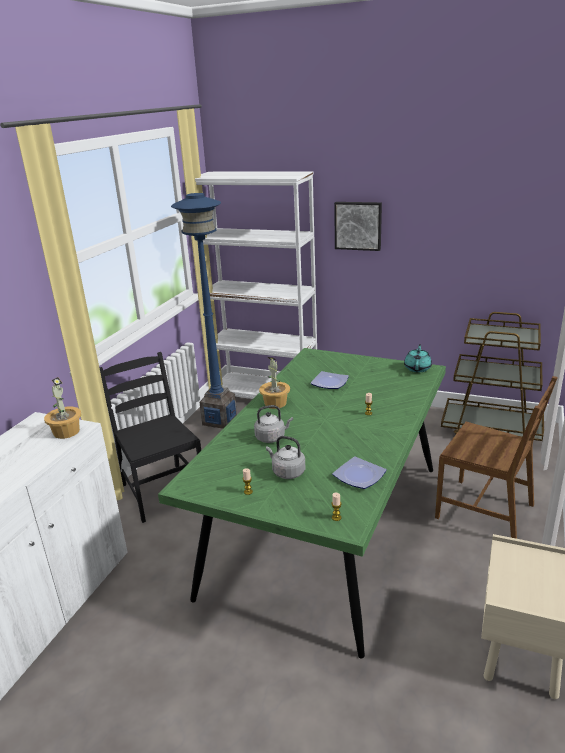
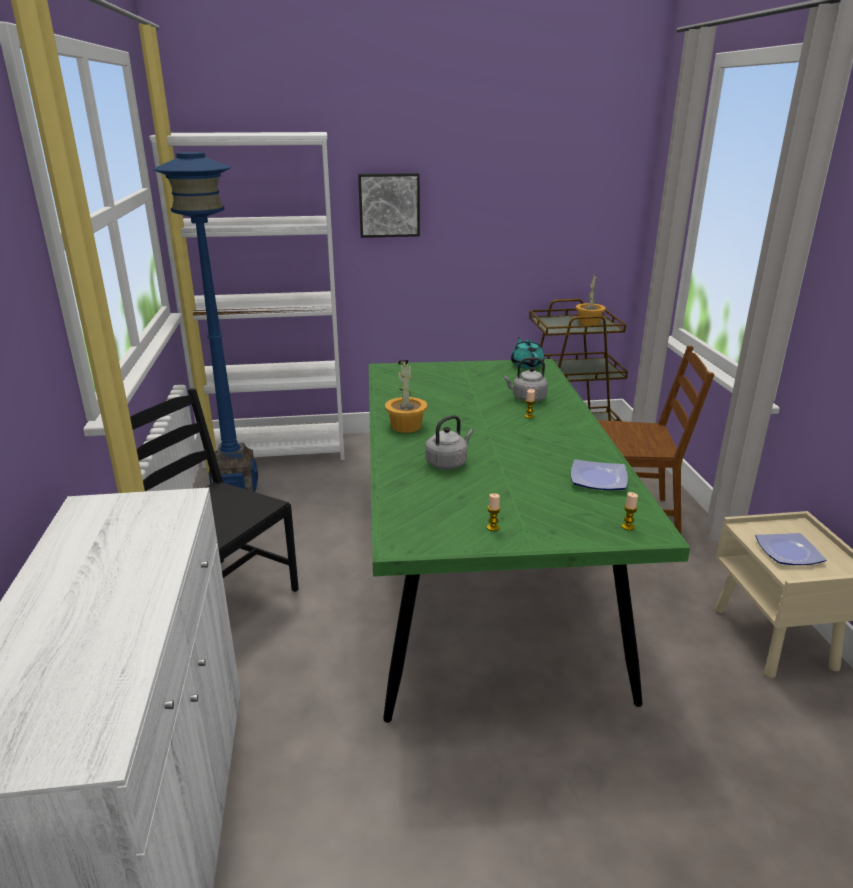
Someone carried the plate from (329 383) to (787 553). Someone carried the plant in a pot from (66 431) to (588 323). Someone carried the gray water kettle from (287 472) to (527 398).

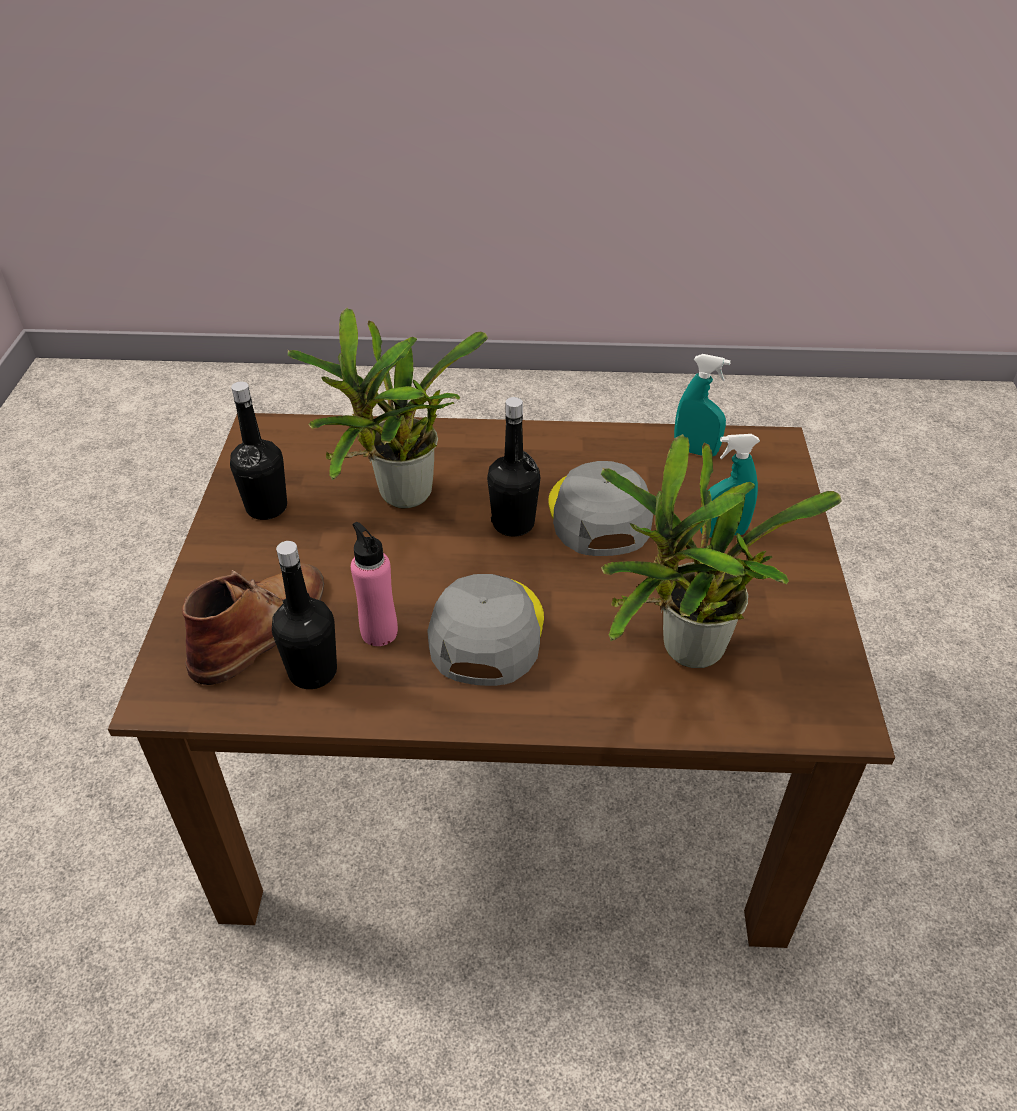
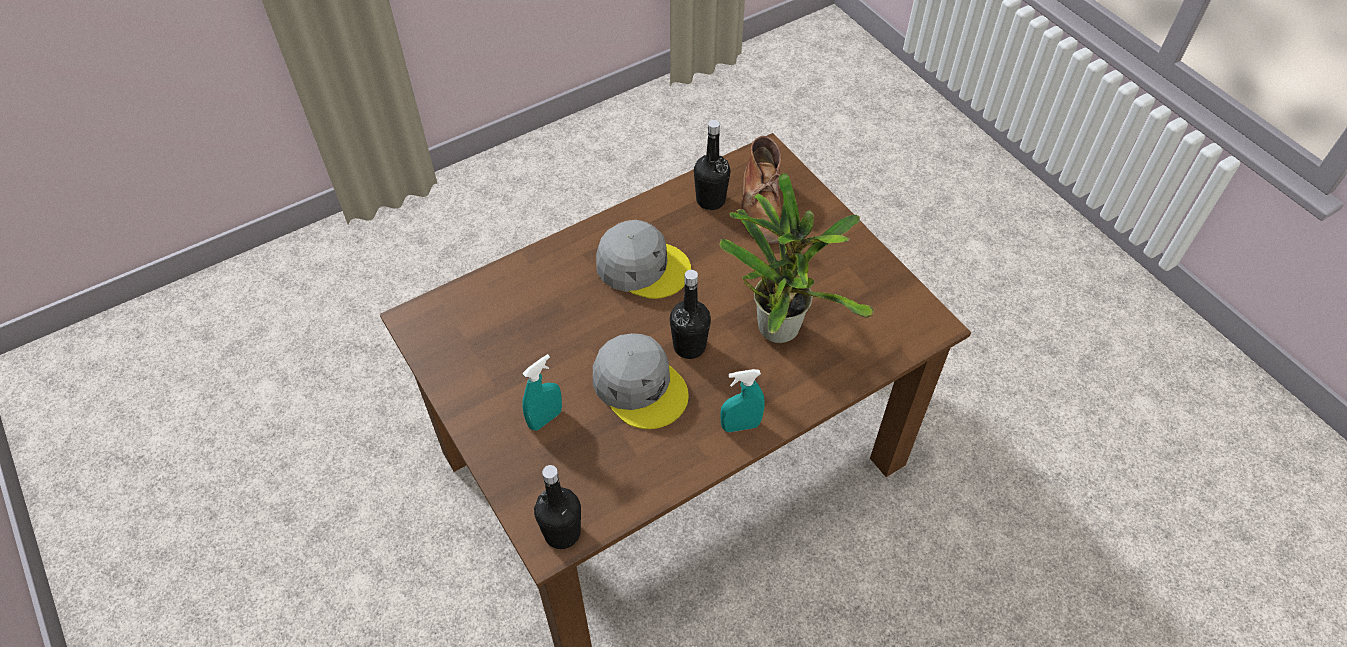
Someone carried the turquoise spray bottle from (695 451) to (740 426). Someone carried the black-coloured drink bottle from (266 507) to (562 533). Someone took away the plant in a pot at (684 652). Someone took away the pink-coloured drink bottle at (379 632). Someone rotated the gray peaked cap at (486 632) by 45 degrees counterclockwise.

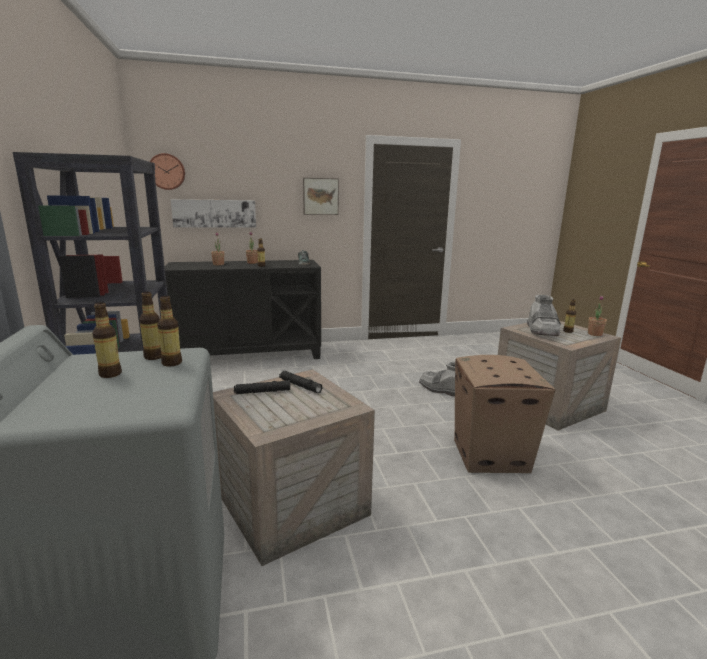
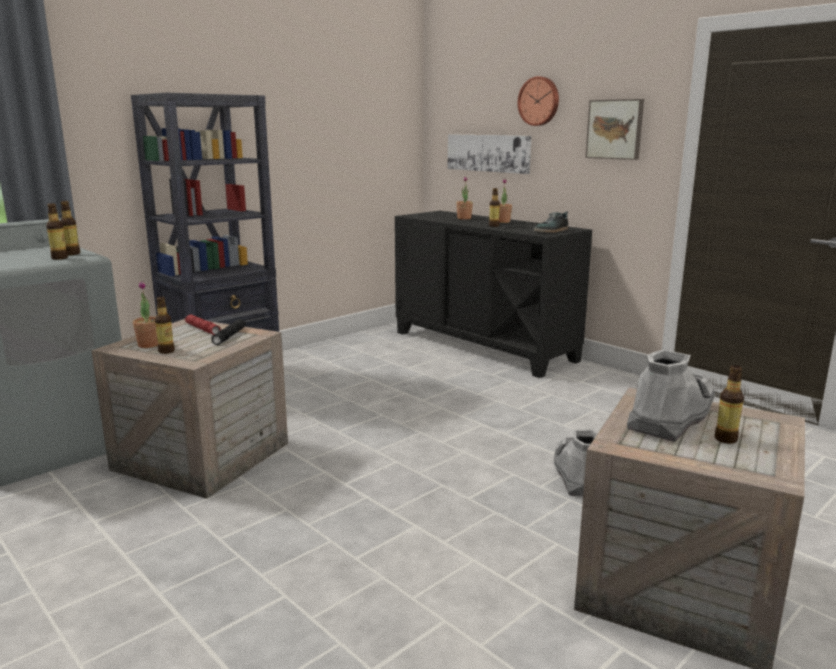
Someone carried the hanging clock from (167 171) to (539 101). Someone rotated the gray high-top boot at (542 331) by 150 degrees clockwise. Someone carried the plant in a pot from (595 334) to (149 345). Someone carried the drink bottle from (110 374) to (166 351). Someone took away the cardboard box at (491 456). Someone repainted the black-coloured flashlight at (262 392), which became the red-coloured flashlight at (202 329).

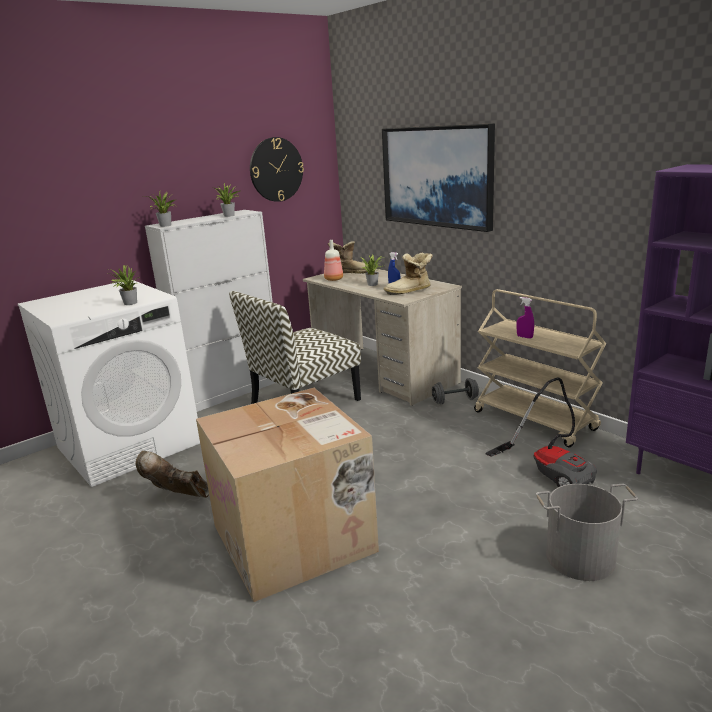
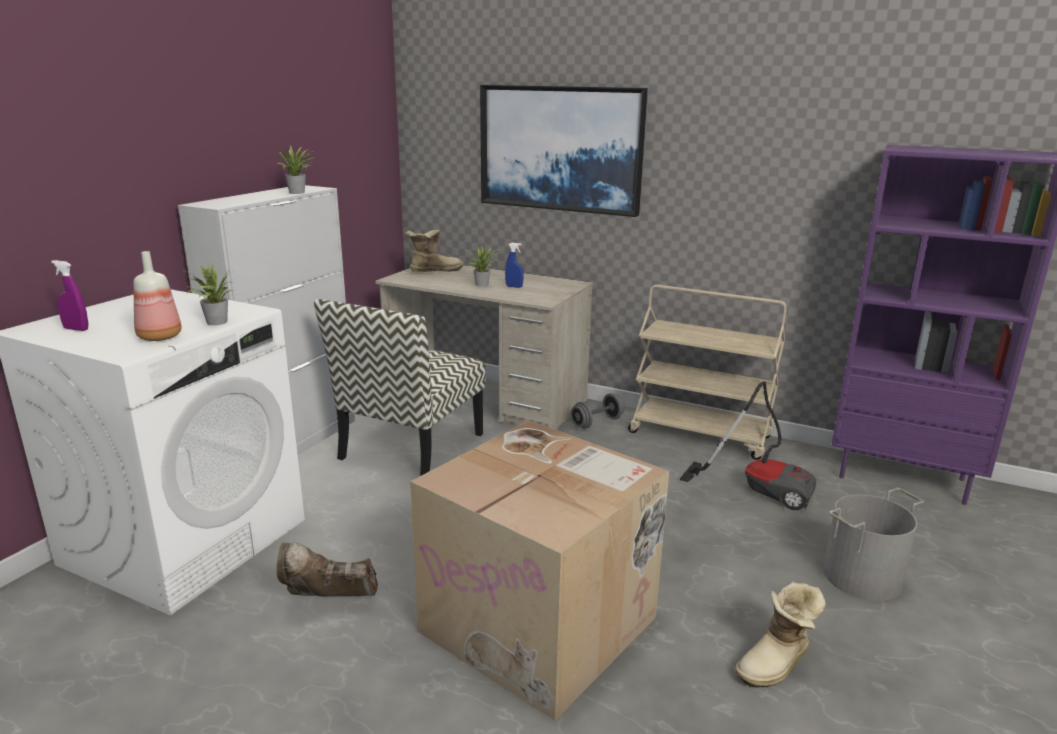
Someone took away the hanging clock at (276 169). Someone took away the plant in a pot at (166 225). Someone carried the drink bottle from (333 279) to (159 337). Someone carried the high-top boot from (410 291) to (777 664). Someone carried the purple-coloured spray bottle from (524 337) to (76 329).

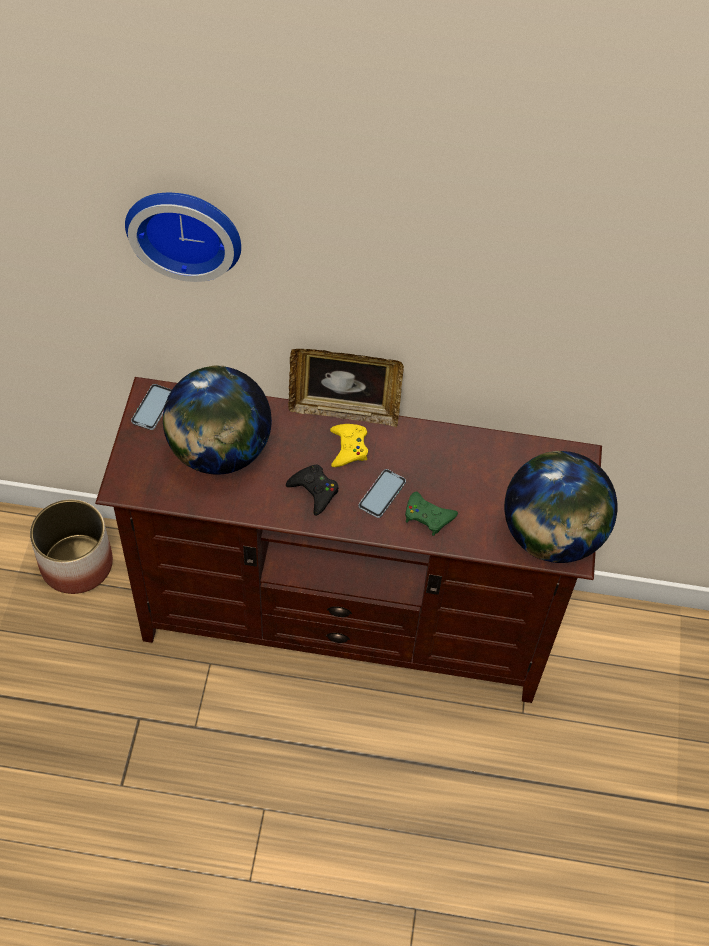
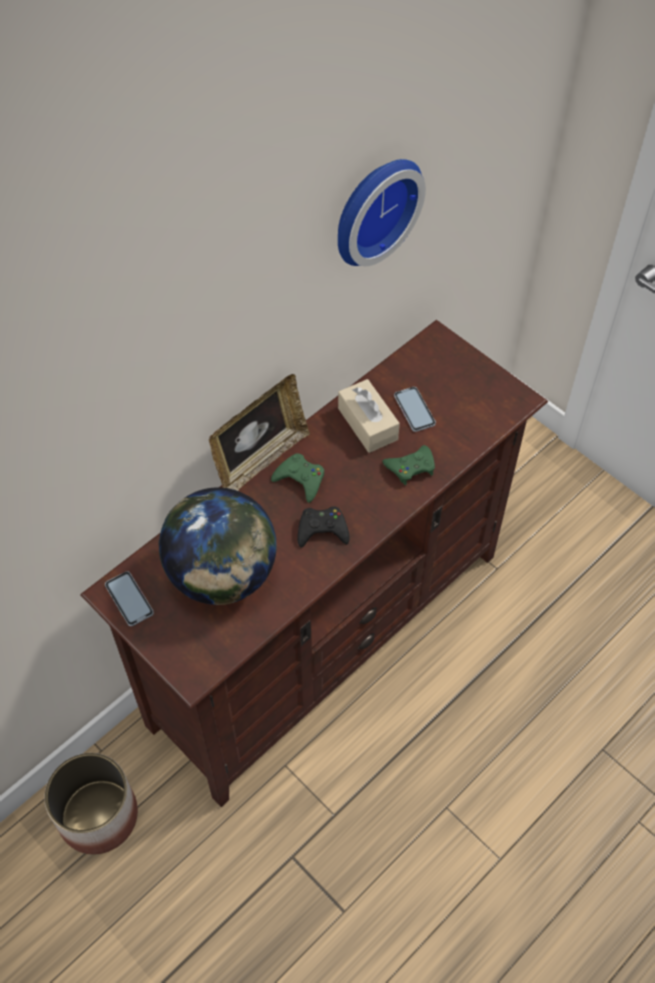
Someone carried the hanging clock from (185 229) to (372 208). Someone repainted the yellowish joypad at (348 448), which became the greenish joypad at (300 480). Someone took away the desk globe at (551 536). Someone carried the telephone from (382 494) to (414 410). Someone put down the beige-coloured tissue holder at (367 424).

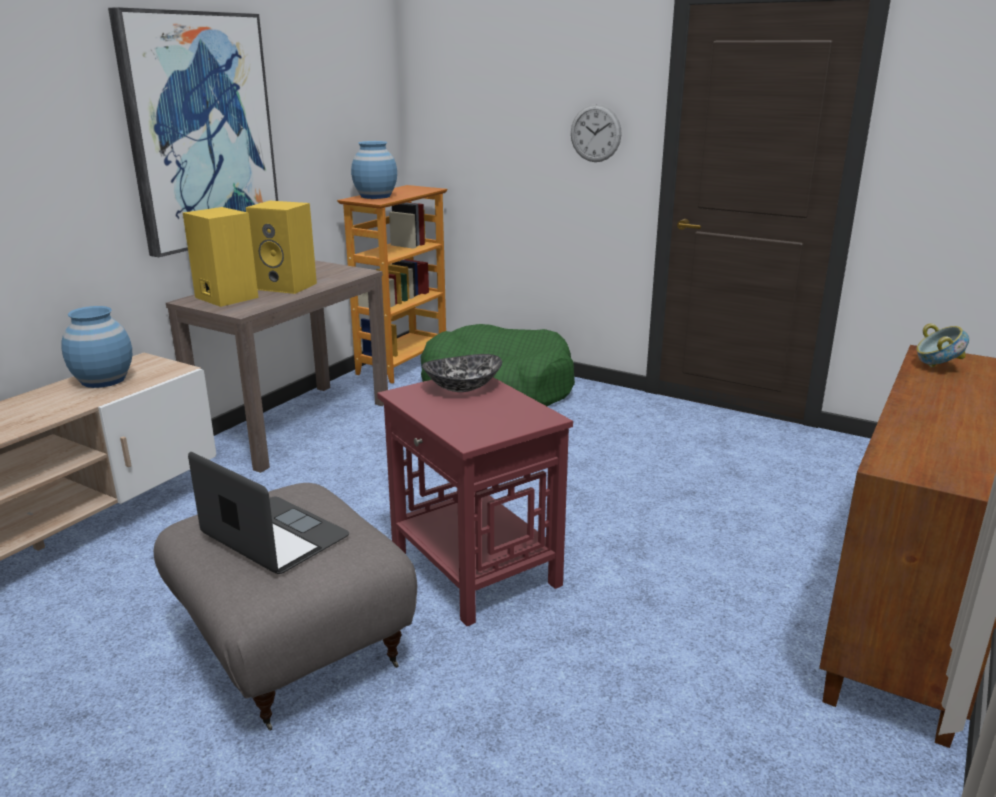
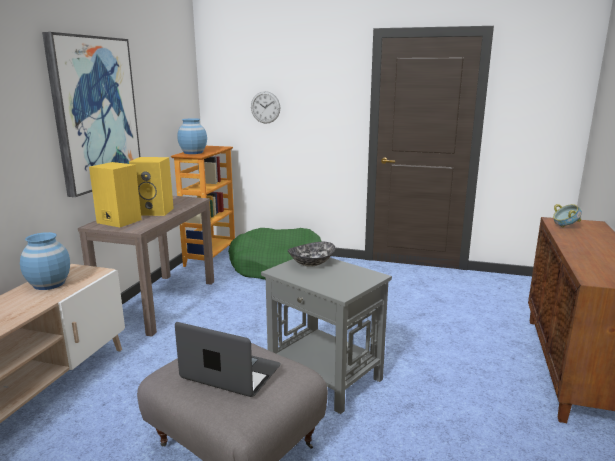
Someone carried the hanging clock from (595 133) to (265 107). Someone repainted the red-coloured accent table at (473 568), which became the gray accent table at (324 377).

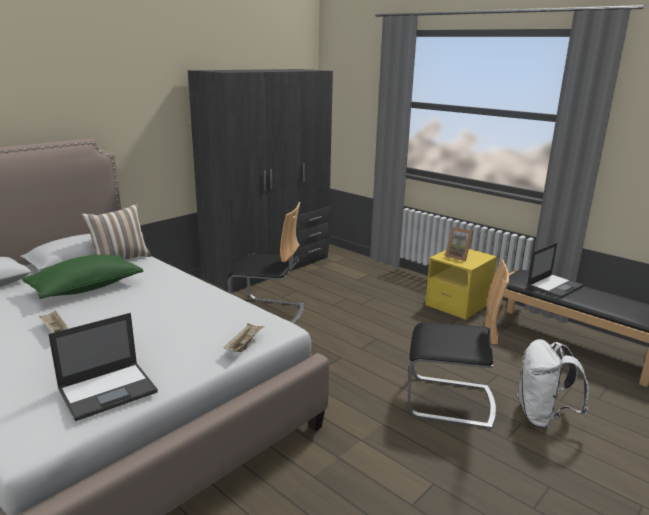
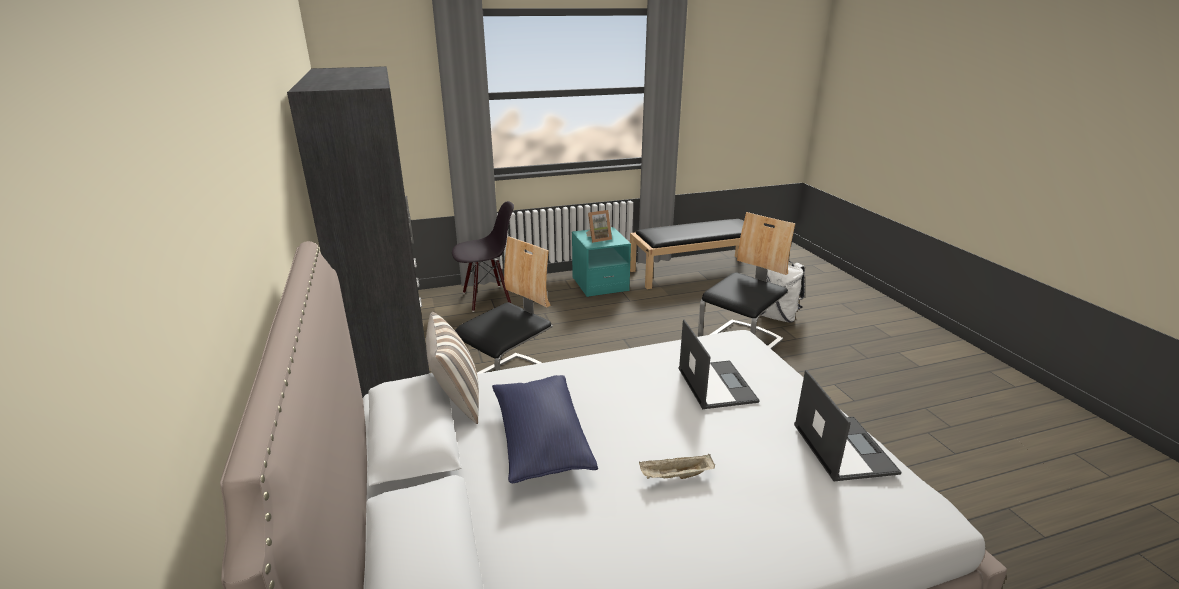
Someone carried the notebook computer from (555 286) to (716 384). Someone repainted the yellowish bedside table at (457 305), which became the turquoise bedside table at (600 284). Someone repainted the greenish cushion at (86 288), which became the blue cushion at (541 441). Someone took away the beige-coloured carrying tray at (244 345). Someone put down the black-coloured upright chair at (487 298).

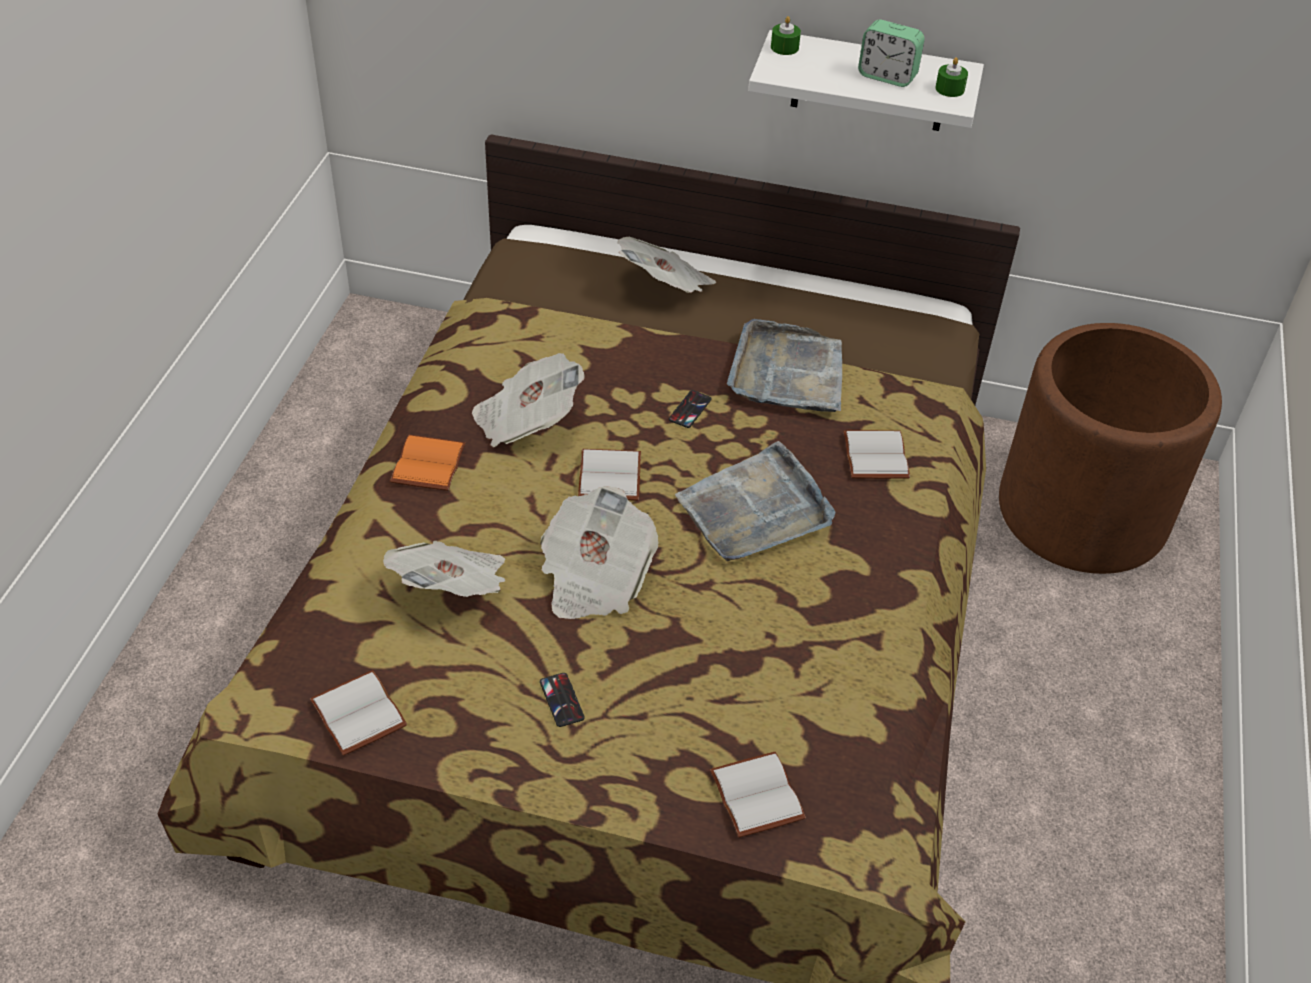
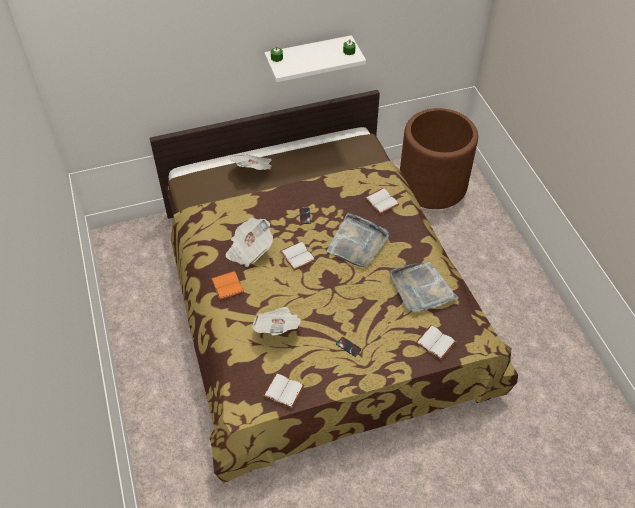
Someone took away the alarm clock at (887 76). Someone carried the gray carrying tray from (787 373) to (421 288). Someone took away the daily paper at (594 577).

